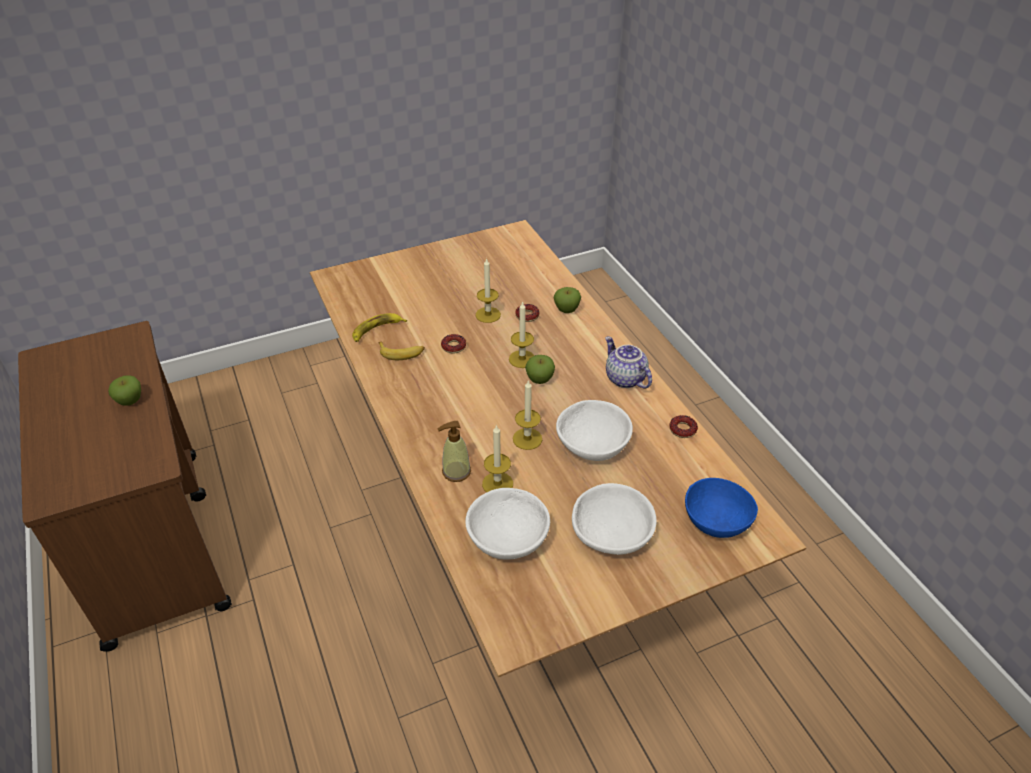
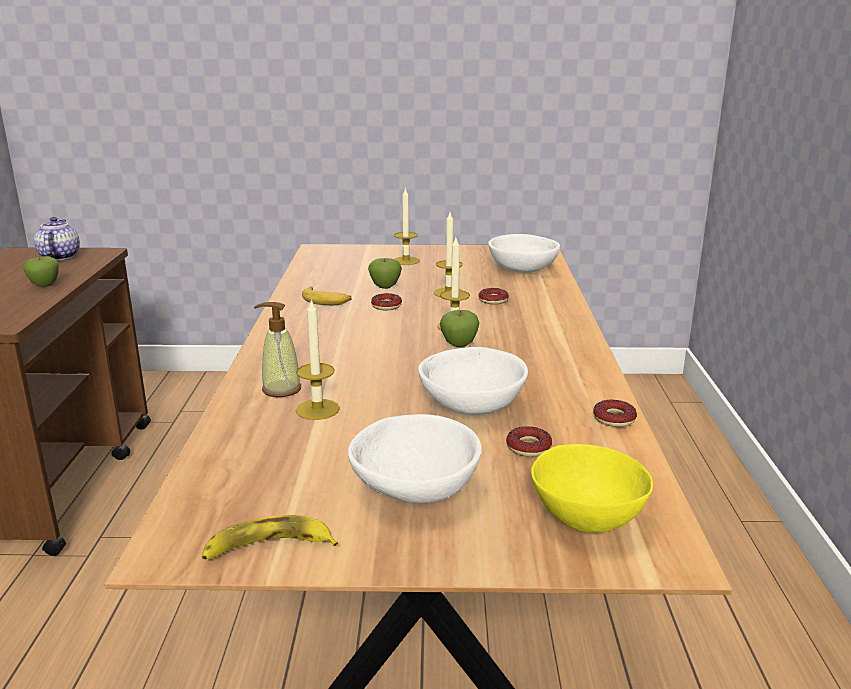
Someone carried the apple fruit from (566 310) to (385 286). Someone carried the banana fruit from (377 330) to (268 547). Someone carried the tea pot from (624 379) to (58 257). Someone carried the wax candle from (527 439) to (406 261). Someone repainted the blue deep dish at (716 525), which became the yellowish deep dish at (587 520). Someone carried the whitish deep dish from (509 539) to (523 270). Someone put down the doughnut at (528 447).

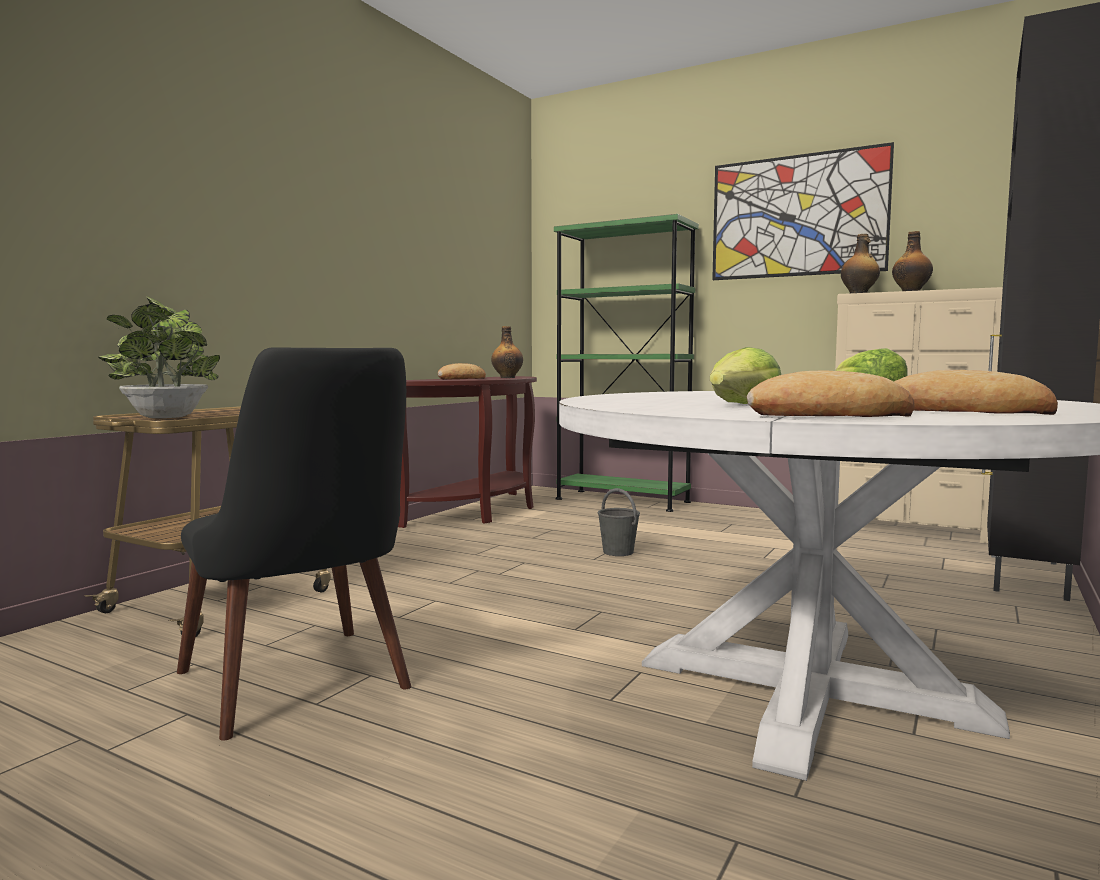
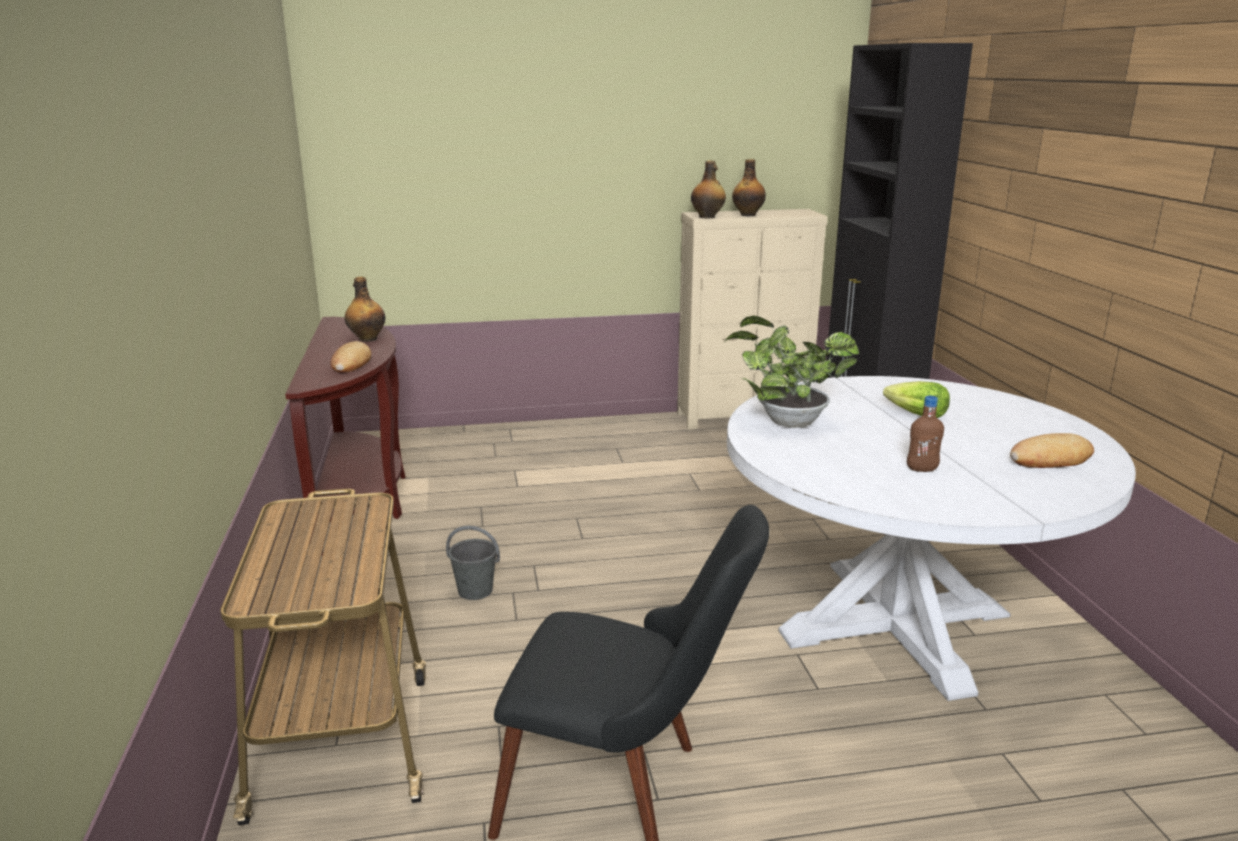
Someone took away the picture at (797 216). Someone took away the greenish bookcase at (622 500). Someone carried the plant in a pot from (165 416) to (785 422). Someone swapped the head of lettuce at (742 405) for the brown drink bottle at (922 469). Someone took away the baked bread at (830 415). Someone carried the gray bucket from (618 552) to (476 591).

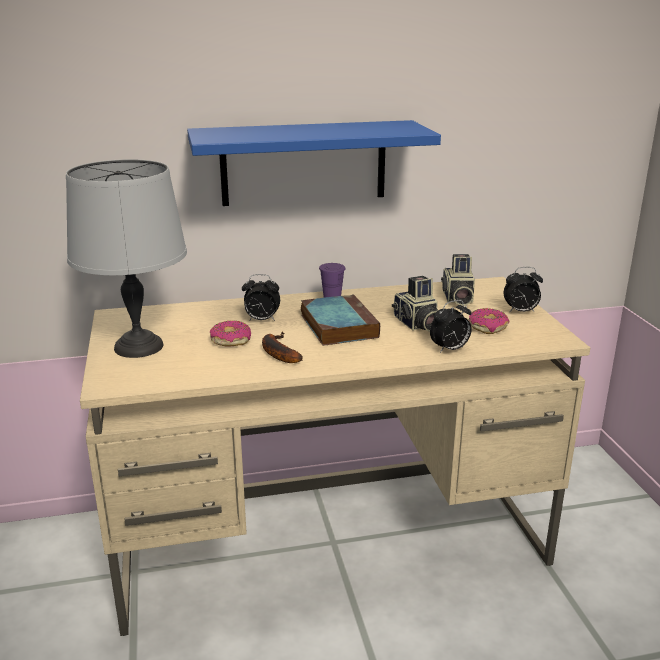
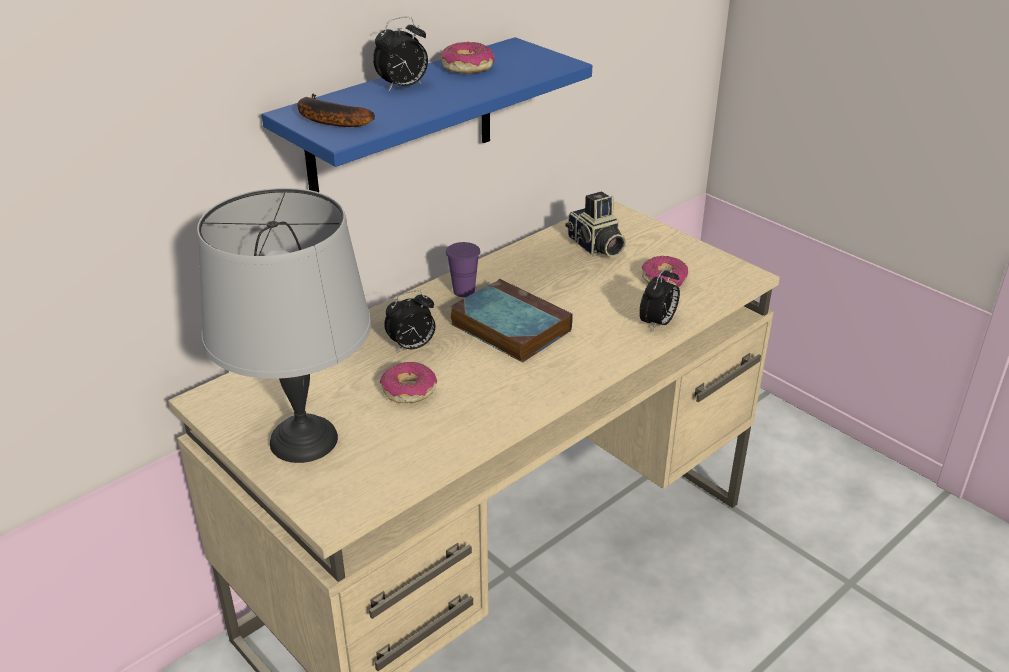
Someone carried the alarm clock from (520 312) to (403 87). Someone took away the photo camera at (417 324). Someone carried the banana fruit from (277 352) to (327 119). Someone put down the doughnut at (467 67).

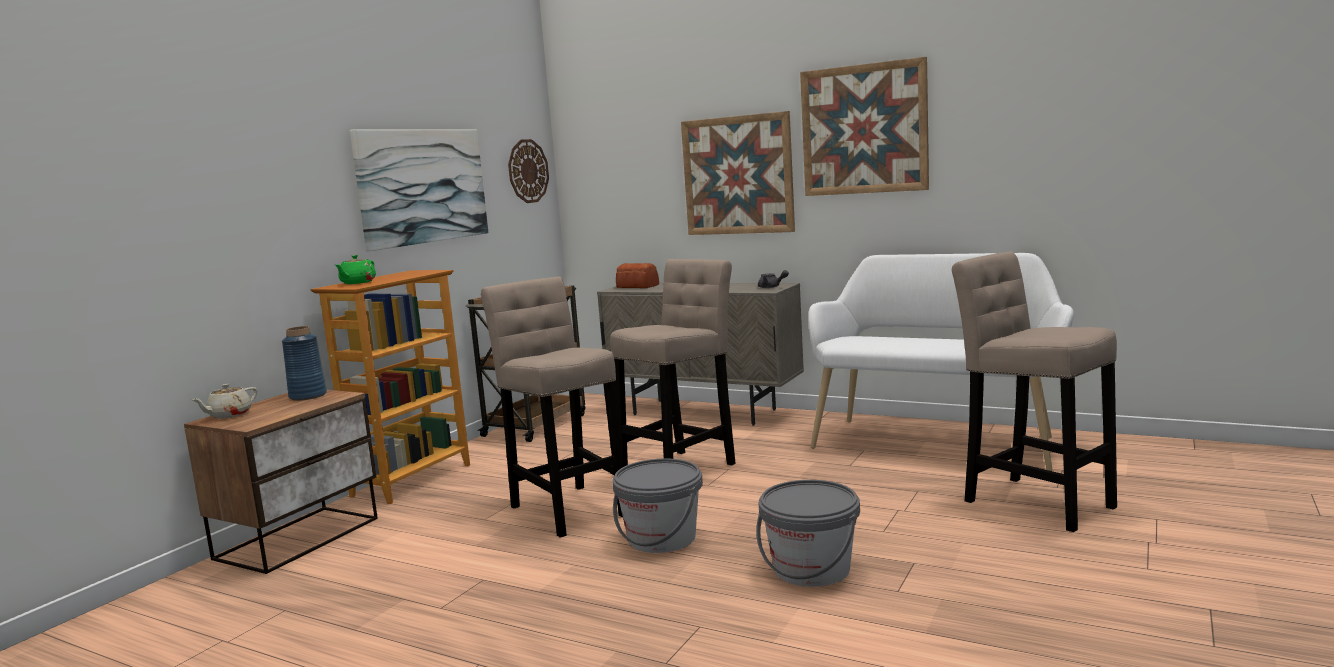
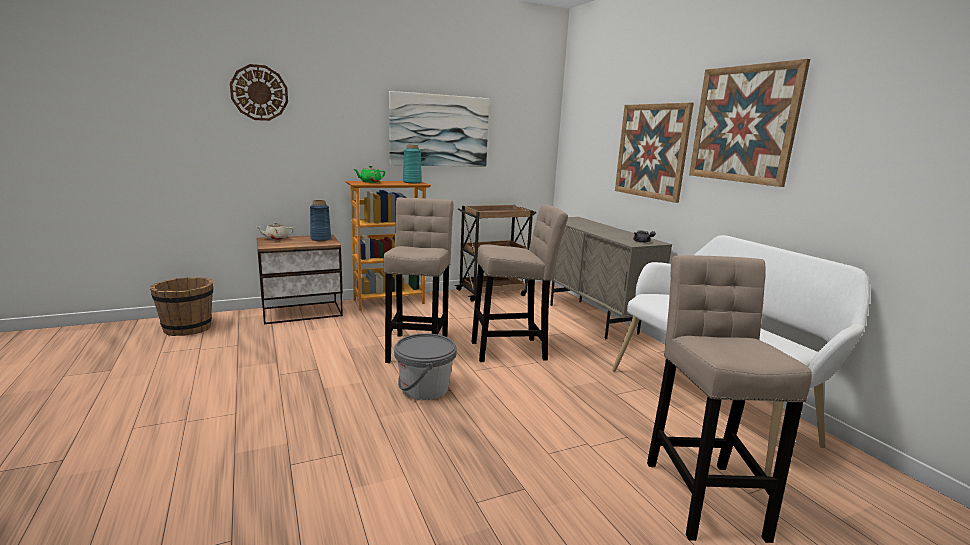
Someone carried the hanging clock from (528 171) to (259 93). Someone took away the baked bread at (638 286). Someone took away the gray bucket at (811 569). Someone put down the turquoise flower vase at (412 182). Someone put down the brown bucket at (187 328).

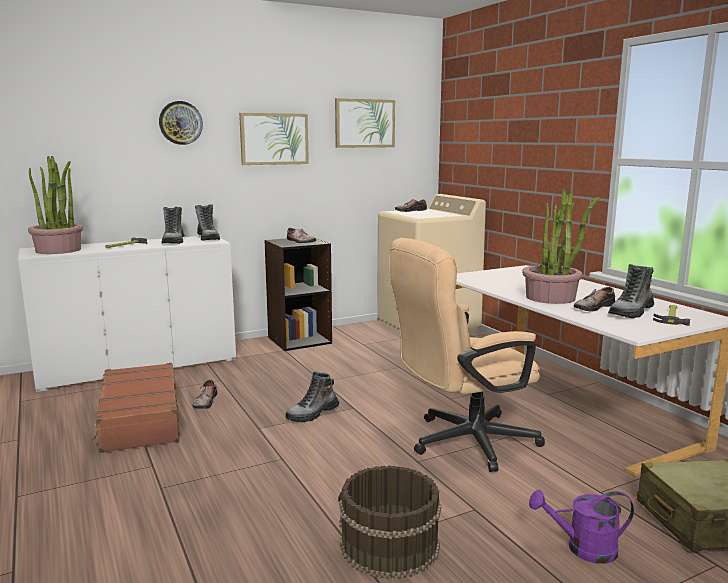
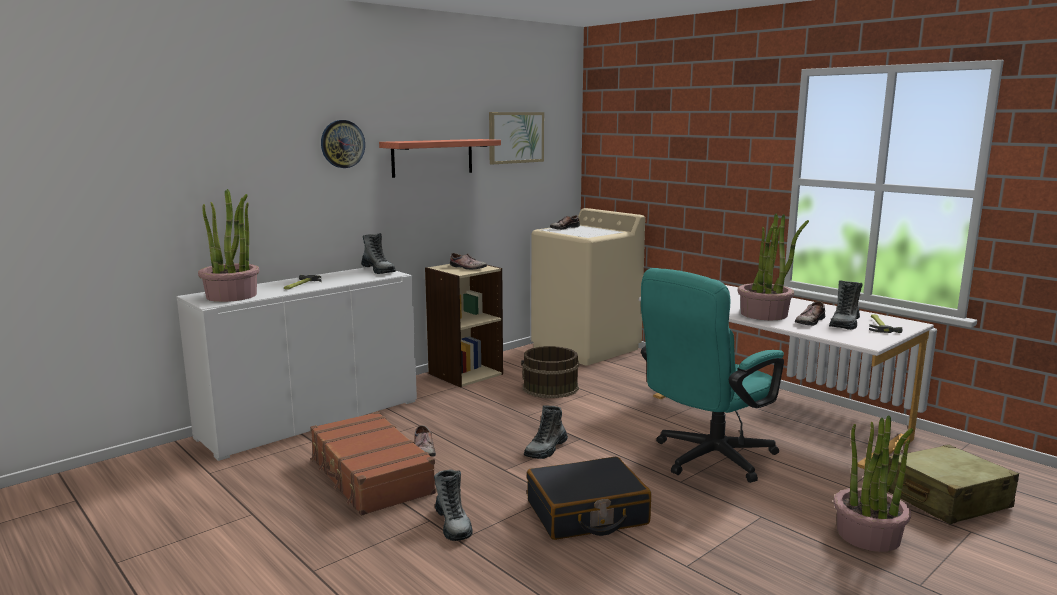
Someone swapped the picture at (274 139) for the shelf at (432 157). Someone carried the high-top boot from (174 241) to (453 524). Someone repainted the black-coloured bookcase at (299 340), which became the beige-coloured bookcase at (465 373). Someone repainted the beige-coloured computer chair at (462 443), which became the turquoise computer chair at (706 459). Someone carried the brown bucket from (389 546) to (550 388). Someone swapped the purple-coloured watering can at (583 549) for the plant in a pot at (868 535). Someone put down the black-coloured travel case at (587 513).

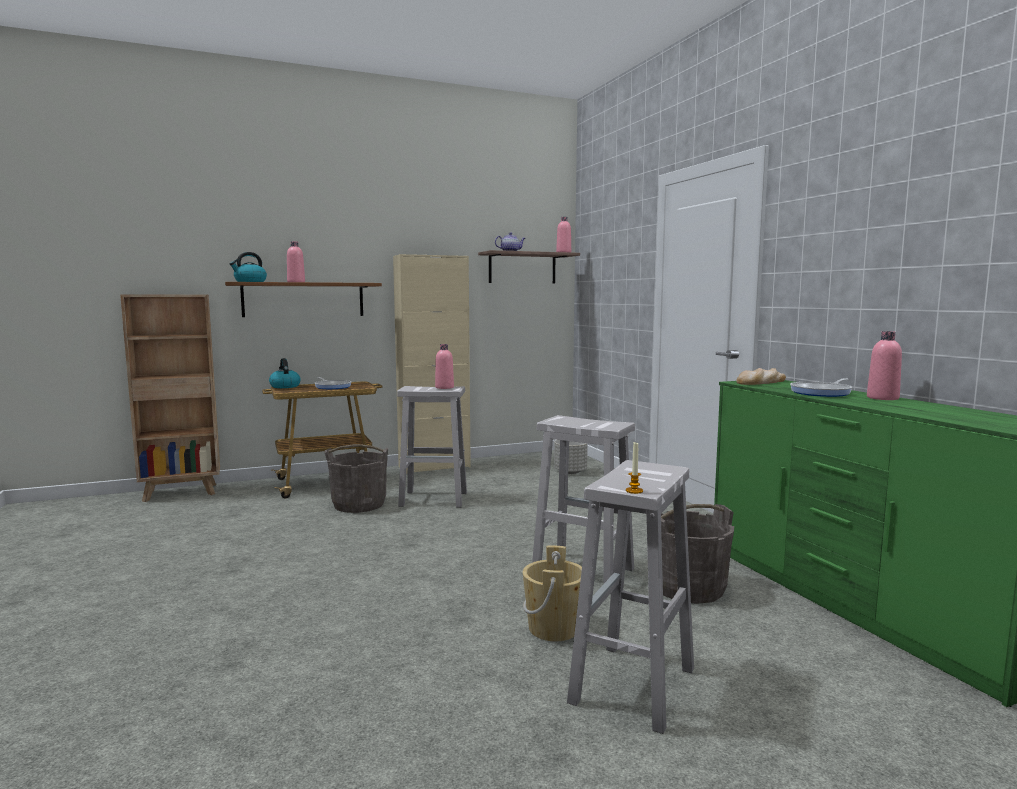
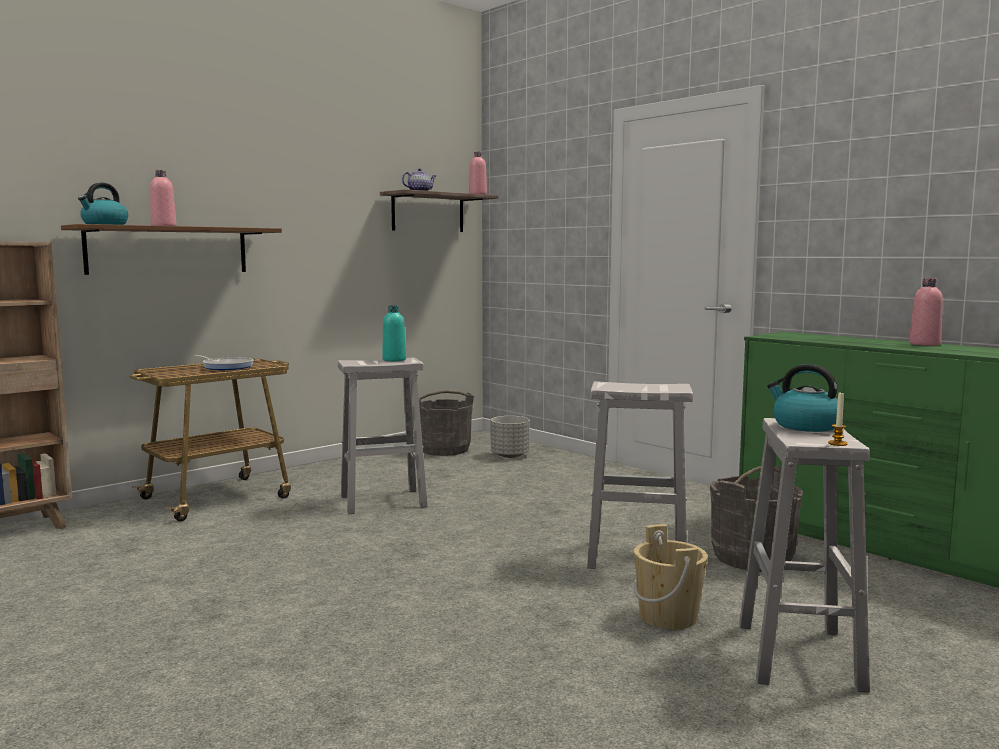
Someone took away the beige-coloured cabinet at (434 467). Someone repainted the pink-coloured drink bottle at (444 387), which became the turquoise drink bottle at (394 360). Someone carried the water kettle from (284 386) to (805 426). Someone took away the baked bread at (761 382). Someone took away the pan at (822 392). Someone carried the gray bucket from (359 504) to (444 450).

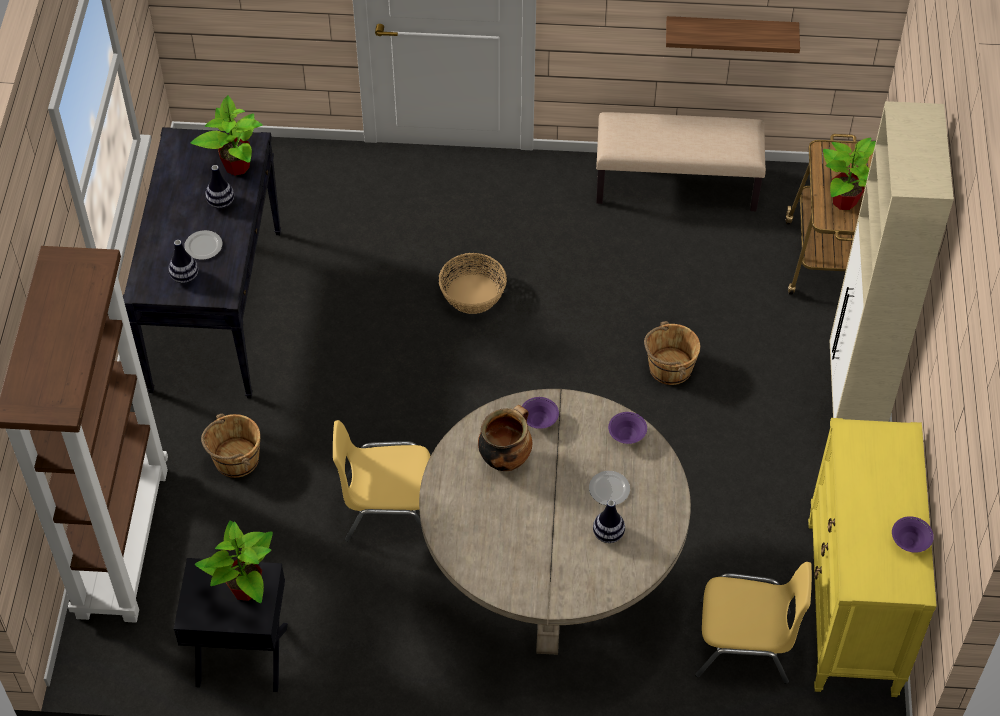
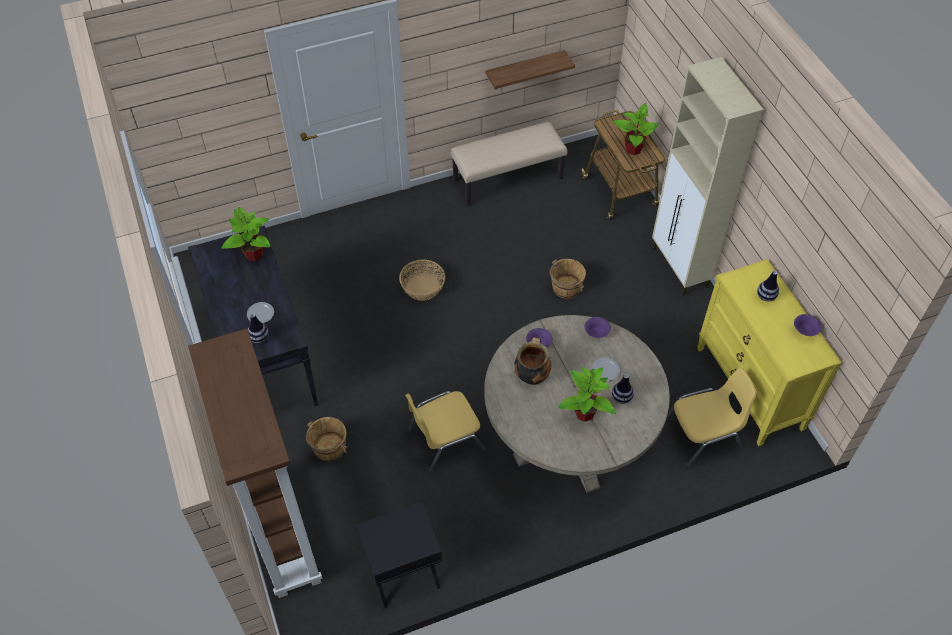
Someone carried the flower vase from (221 203) to (766 296). Someone carried the plant in a pot from (245 589) to (584 414).

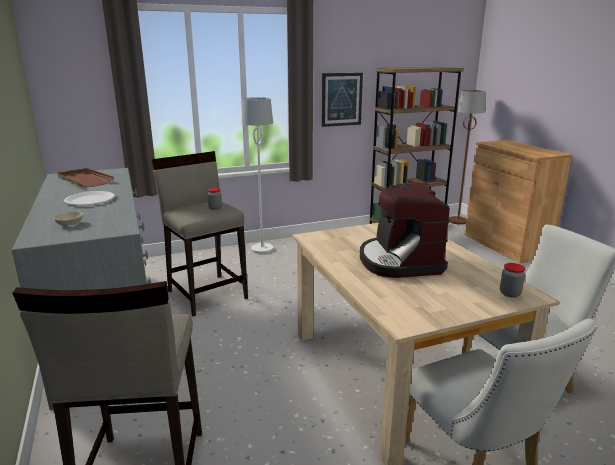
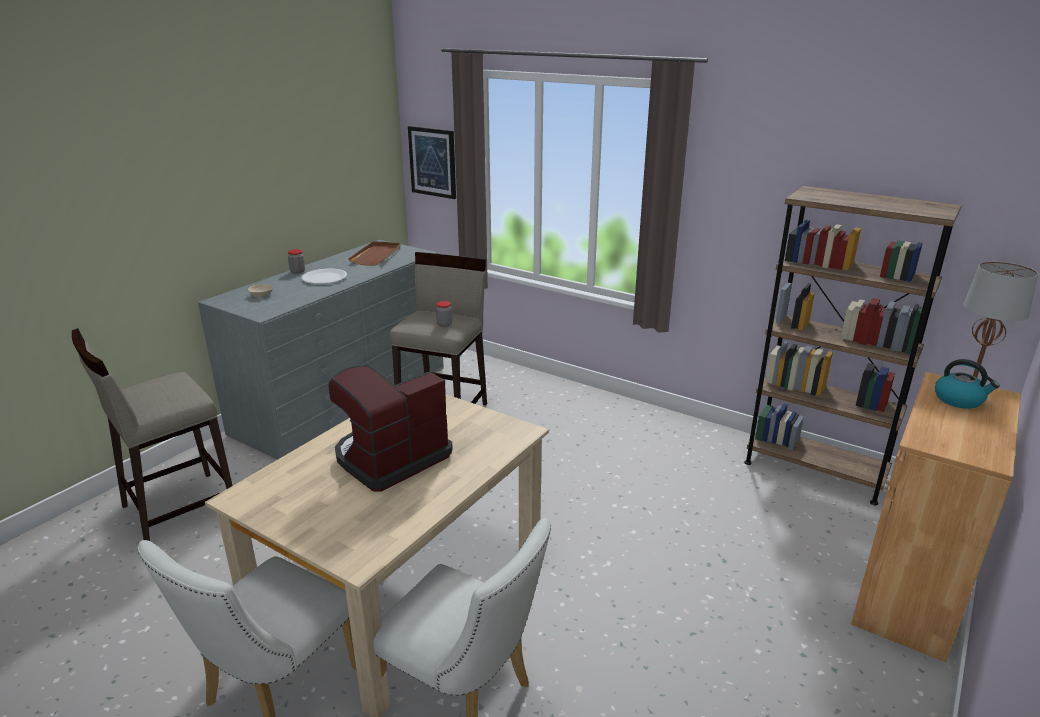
Someone carried the picture from (341 99) to (433 162). Someone took away the whitish standing lamp at (262 249). Someone carried the preserve jar from (510 293) to (297 271). Someone put down the water kettle at (959 400).

